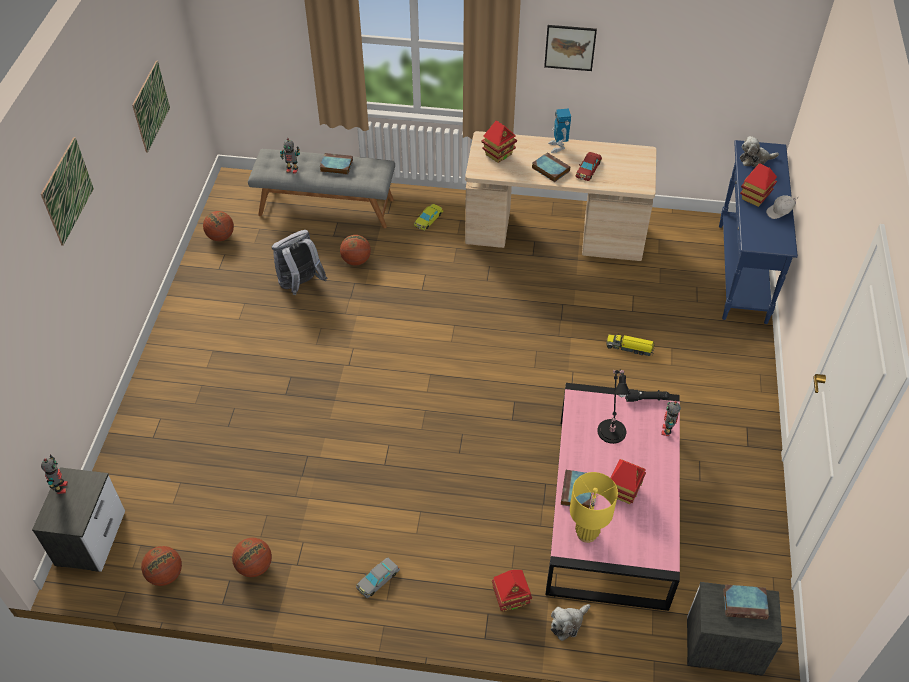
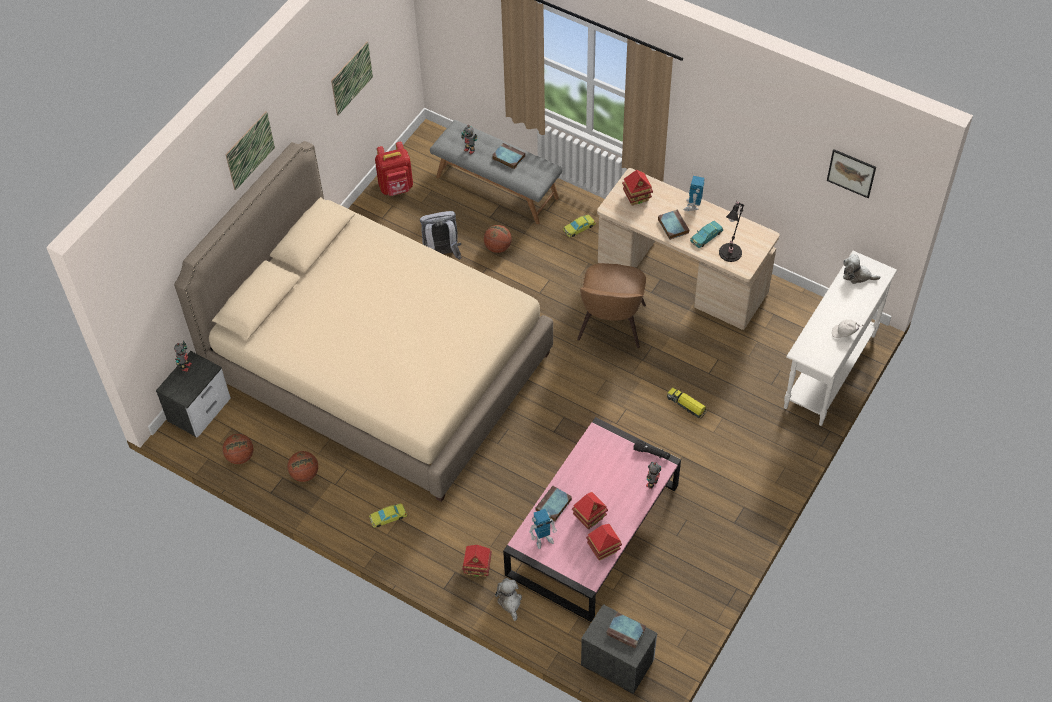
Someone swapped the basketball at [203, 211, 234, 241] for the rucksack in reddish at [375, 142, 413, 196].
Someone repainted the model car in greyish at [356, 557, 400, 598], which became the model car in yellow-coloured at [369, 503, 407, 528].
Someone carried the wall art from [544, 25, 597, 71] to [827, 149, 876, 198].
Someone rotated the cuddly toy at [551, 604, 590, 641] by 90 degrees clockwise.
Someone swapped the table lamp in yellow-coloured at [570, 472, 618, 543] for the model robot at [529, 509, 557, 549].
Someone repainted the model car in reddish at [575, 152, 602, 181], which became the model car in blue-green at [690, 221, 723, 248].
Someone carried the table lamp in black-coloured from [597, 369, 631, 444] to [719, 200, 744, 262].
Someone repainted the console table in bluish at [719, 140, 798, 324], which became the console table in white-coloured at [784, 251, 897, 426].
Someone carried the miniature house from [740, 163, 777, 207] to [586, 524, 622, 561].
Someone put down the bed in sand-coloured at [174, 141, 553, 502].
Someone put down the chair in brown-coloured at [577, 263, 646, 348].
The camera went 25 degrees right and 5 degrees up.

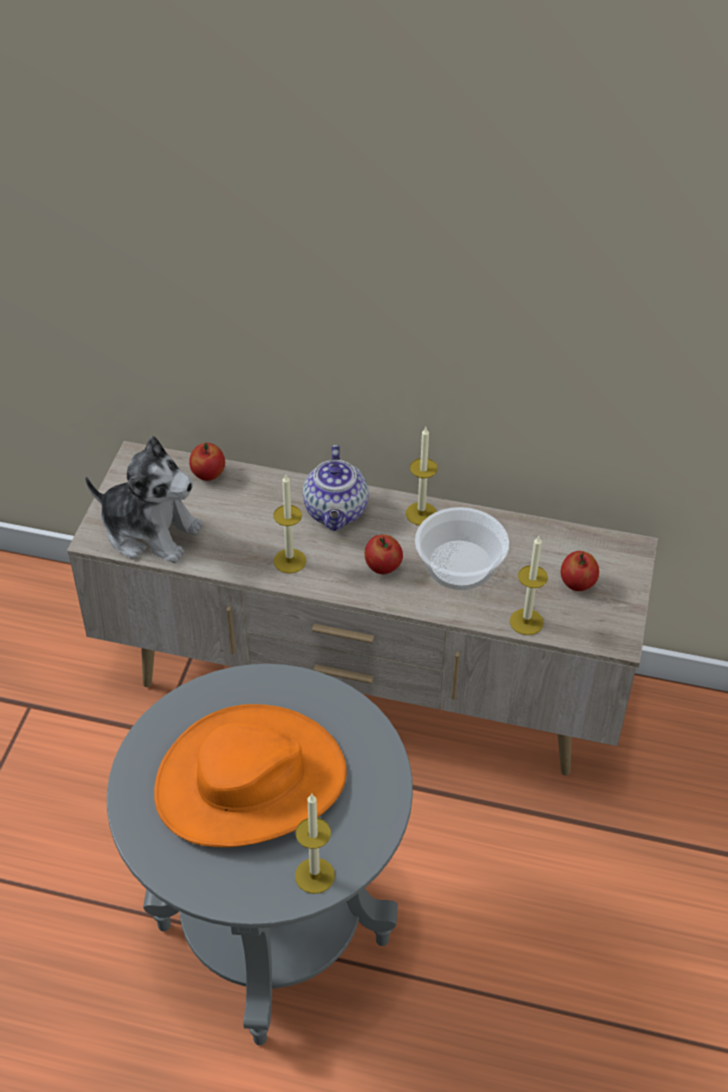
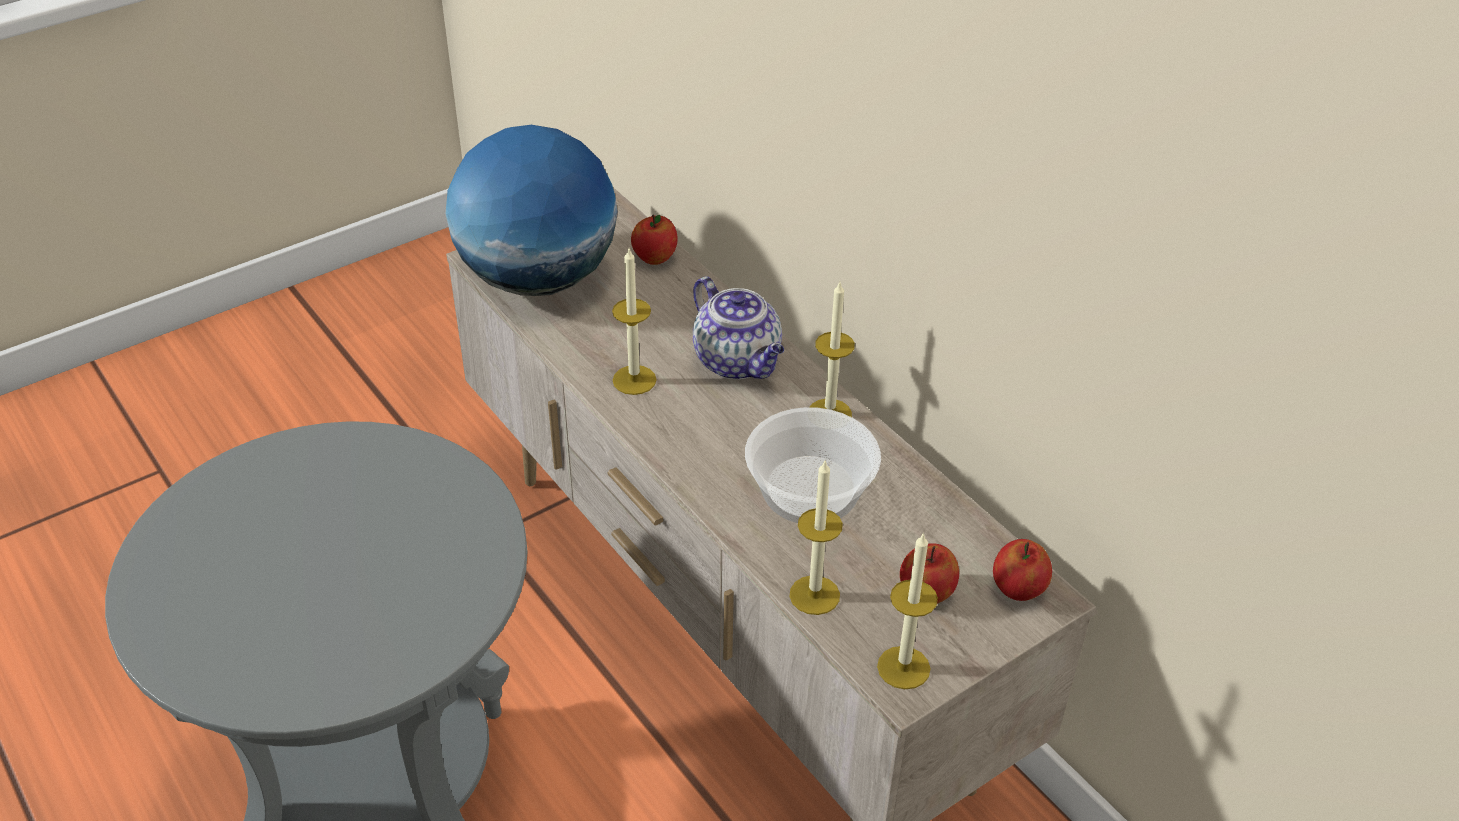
Someone swapped the cuddly toy at [85, 436, 203, 563] for the desk globe at [445, 125, 618, 296].
Someone took away the wearable hat in orange-coloured at [154, 704, 347, 847].
Someone carried the wax candle from [295, 794, 335, 894] to [877, 532, 938, 689].
Someone rotated the tea pot at [303, 445, 369, 531] by 75 degrees counterclockwise.
Someone carried the whole apple from [365, 535, 403, 574] to [993, 539, 1052, 601].
The camera went 40 degrees right and 5 degrees down.

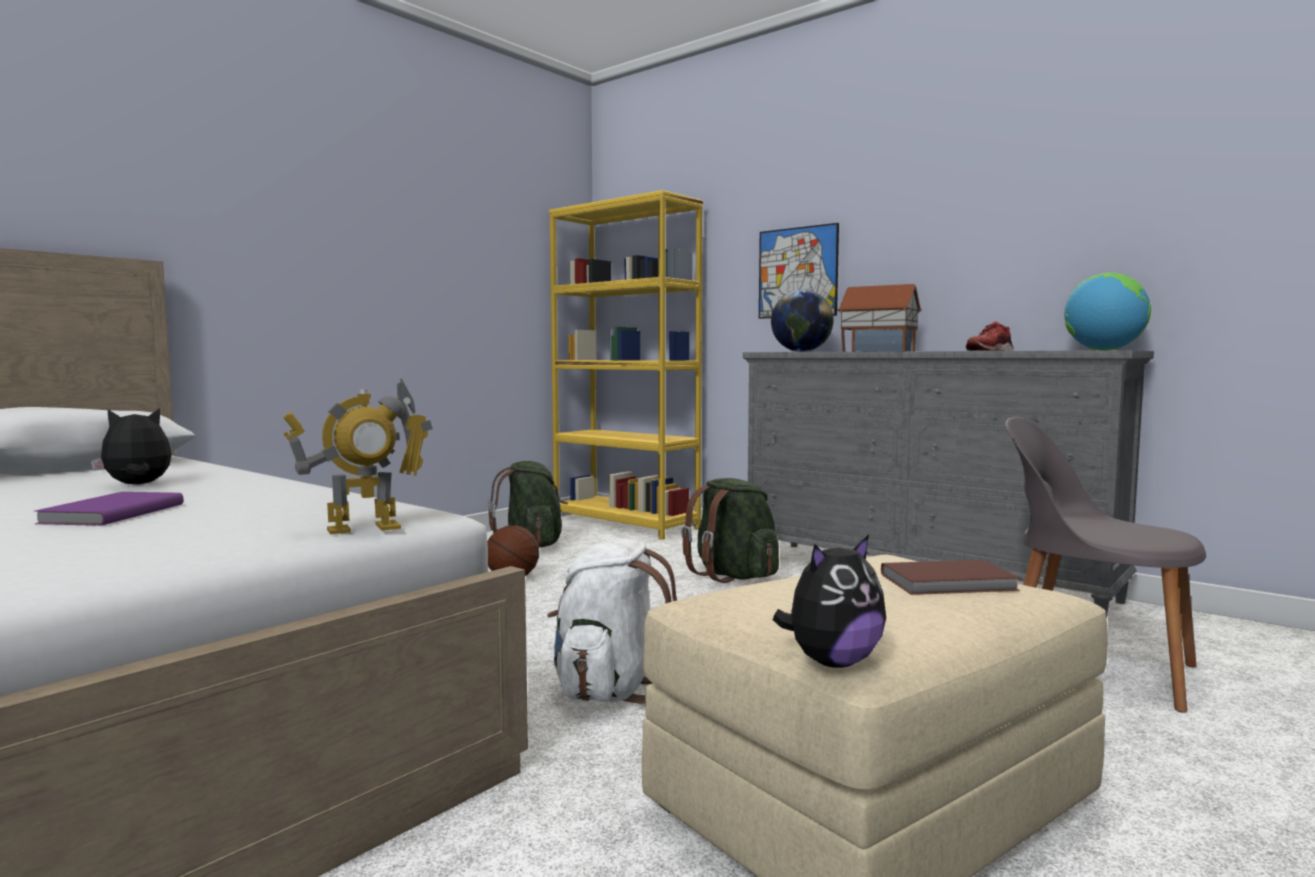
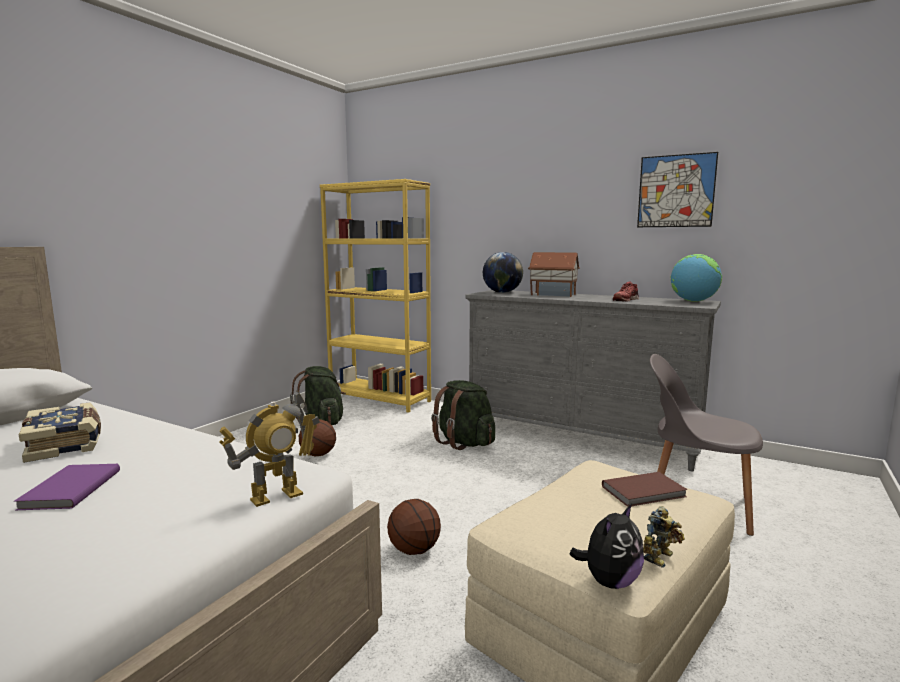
Someone swapped the cuddly toy at [91, 408, 172, 485] for the volume at [19, 402, 101, 463].
Someone swapped the rucksack in white-coloured at [547, 539, 677, 704] for the basketball at [387, 499, 441, 555].
Someone carried the wall art from [759, 223, 839, 319] to [637, 152, 718, 227].
Someone put down the model robot at [643, 506, 685, 568].
The camera went 10 degrees left and 5 degrees up.

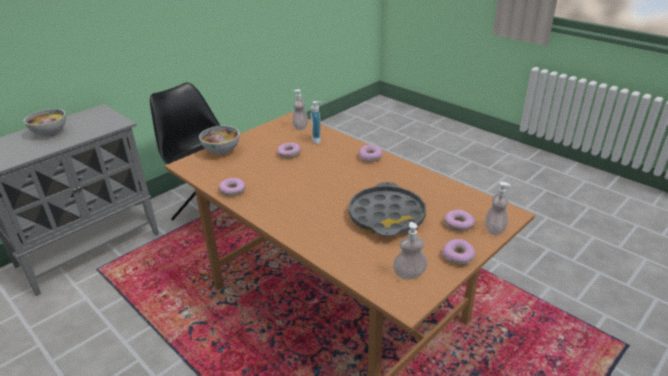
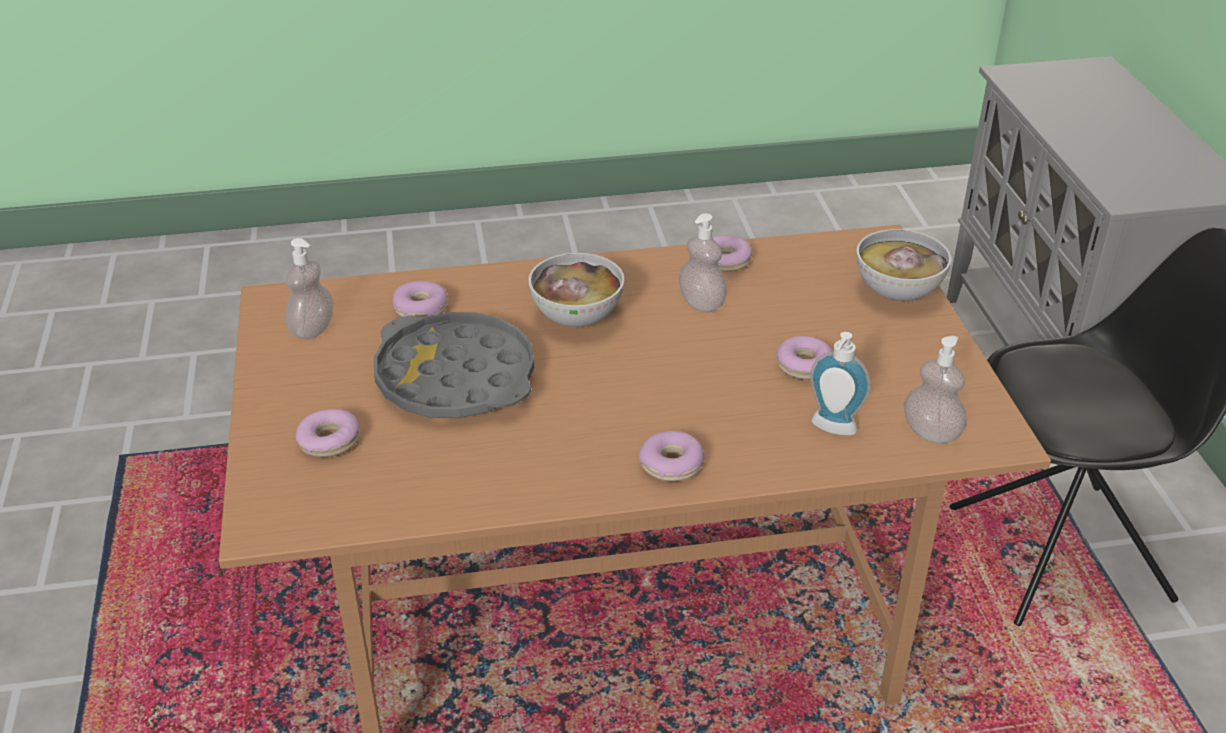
Someone carried the serving bowl from [24, 109, 66, 136] to [529, 253, 624, 327].
Someone carried the ring doughnut from [442, 239, 476, 265] to [393, 281, 449, 317].
Someone carried the liquid soap bottle from [485, 182, 511, 235] to [678, 213, 727, 312].
The camera went 125 degrees right and 5 degrees up.

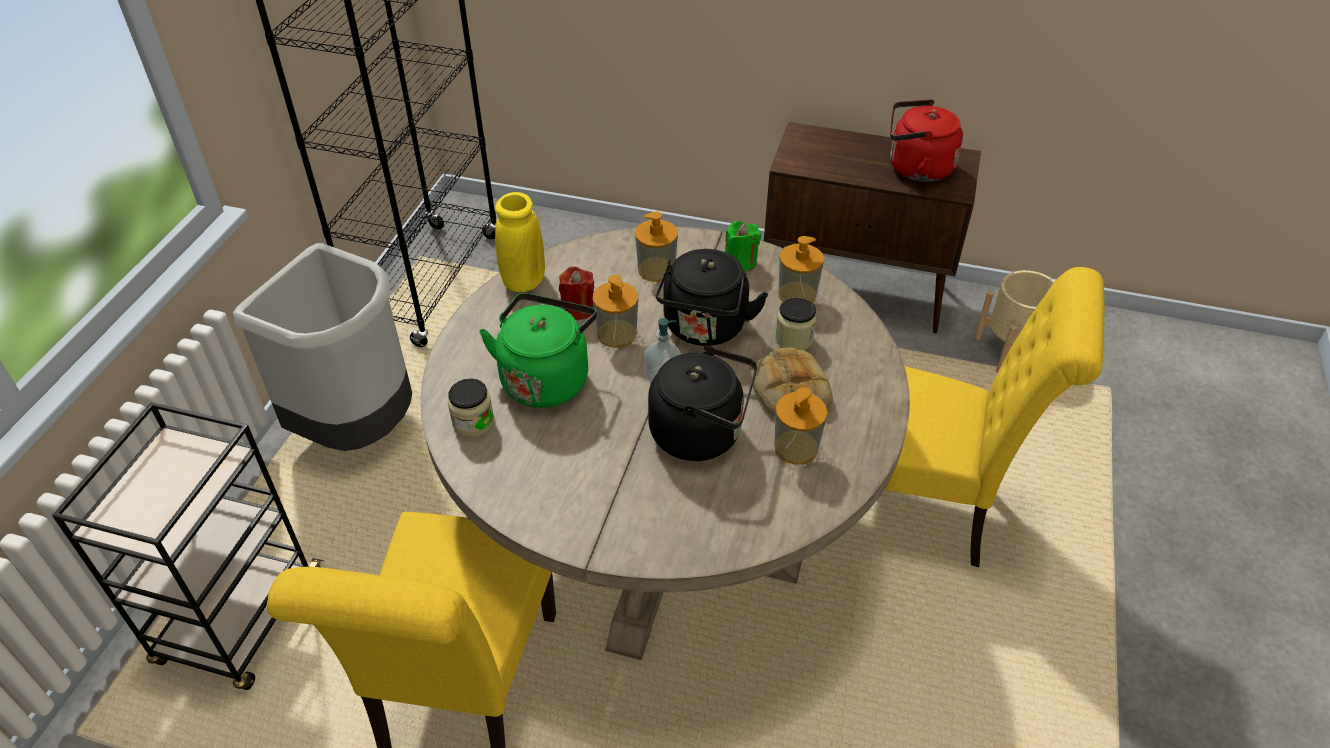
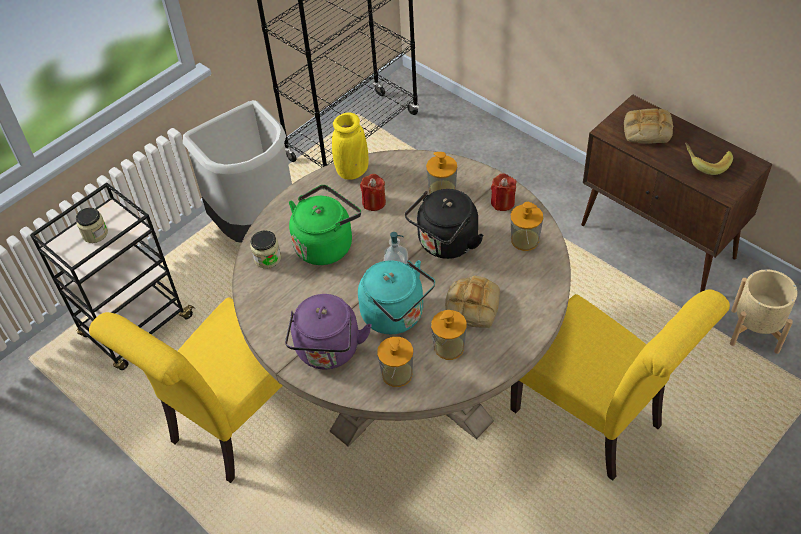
Someone carried the liquid soap bottle from [593, 275, 638, 348] to [377, 337, 413, 387].
Someone repainted the tea kettle in black-coloured at [648, 345, 757, 461], which became the tea kettle in blue-green at [358, 260, 435, 334].
Someone repainted the wax candle in green at [725, 221, 761, 272], which became the wax candle in reddish at [491, 173, 516, 211].
Someone carried the preserve jar from [775, 298, 817, 350] to [76, 207, 108, 243].
Someone swapped the tea kettle in reddish at [890, 99, 963, 182] for the banana fruit at [685, 143, 733, 175].
Someone put down the tea kettle in purple at [285, 294, 372, 369].
Someone put down the baked bread at [624, 108, 673, 144].
The camera went 30 degrees right and 5 degrees up.

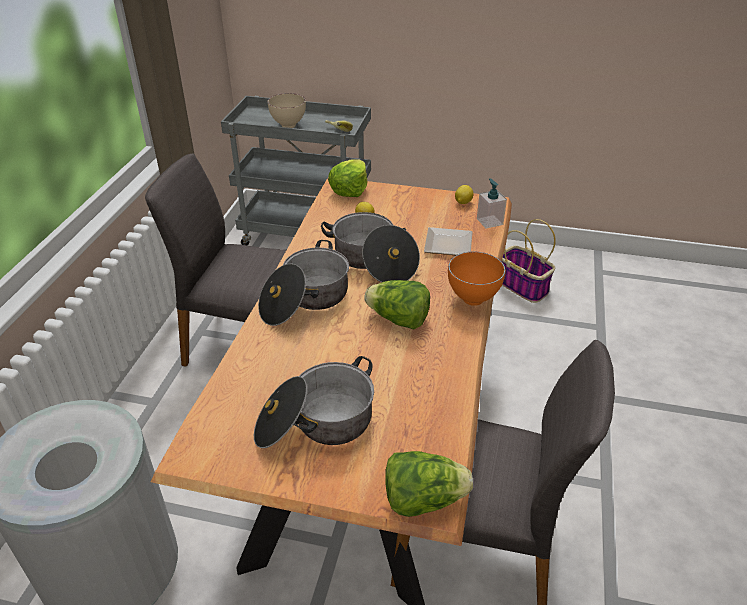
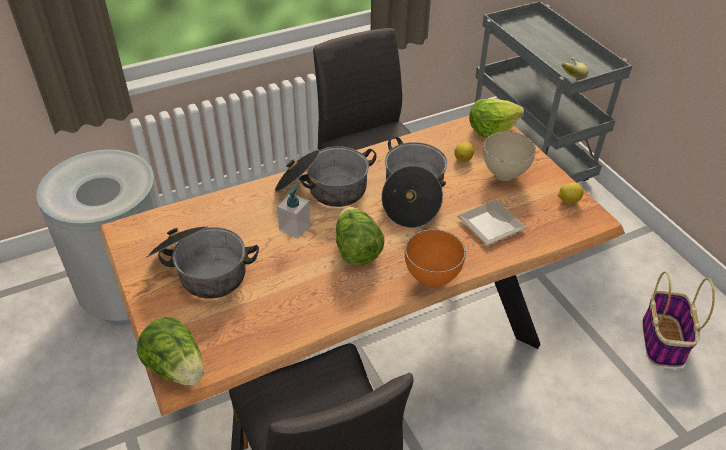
Someone carried the serving bowl in sand-coloured from [268, 93, 306, 128] to [483, 131, 536, 181].
Someone carried the liquid soap bottle from [477, 178, 507, 229] to [277, 183, 311, 239].
The camera went 50 degrees right and 5 degrees up.

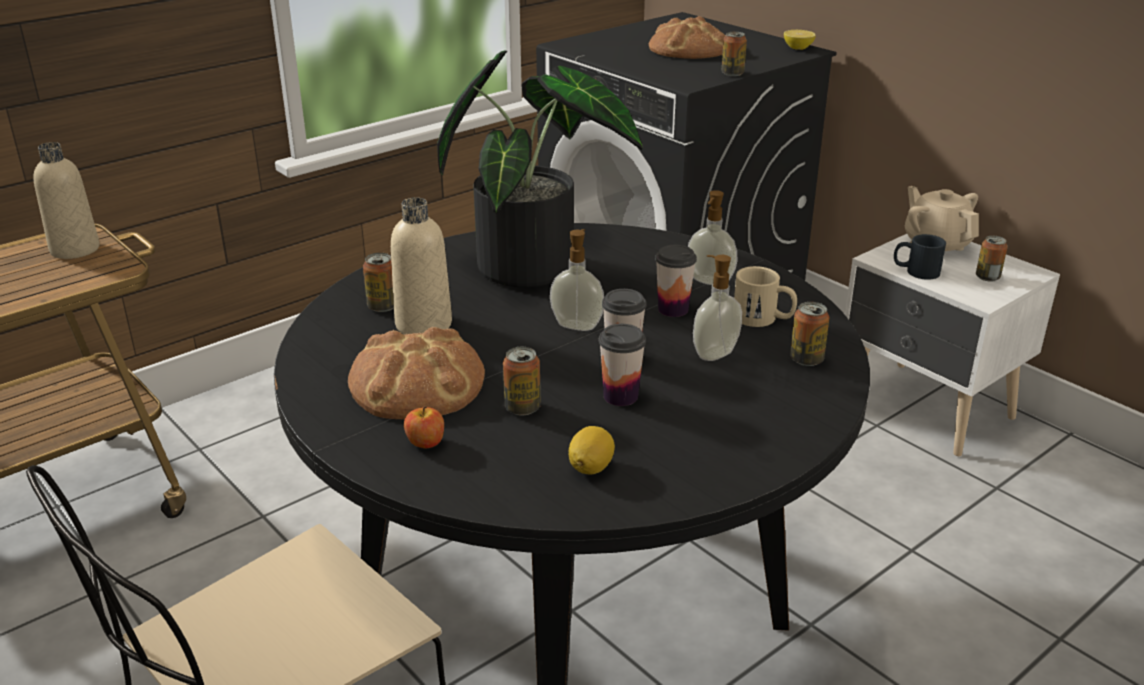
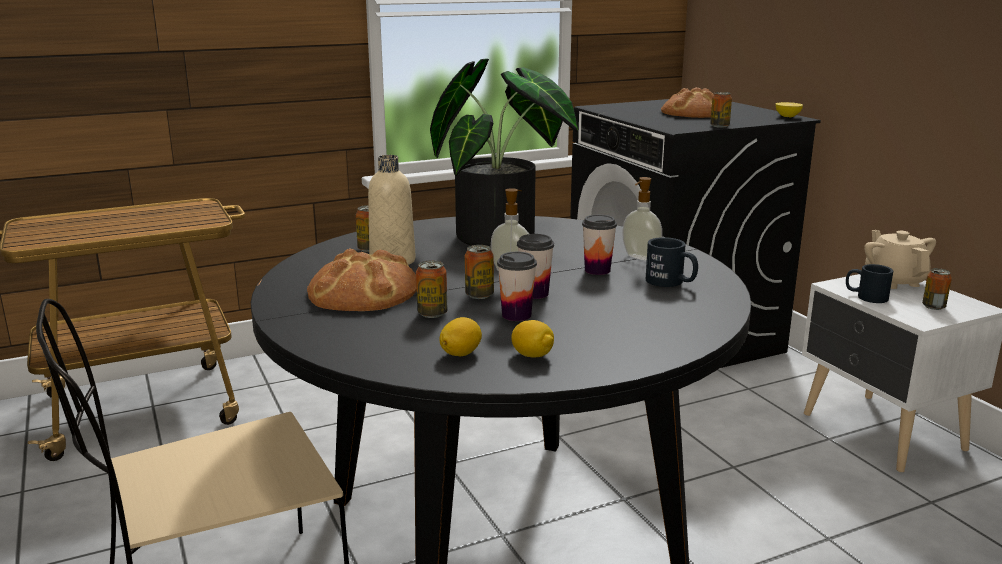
Someone took away the drink bottle in sand-coloured at [33, 142, 99, 259].
Someone took away the whole apple at [404, 406, 444, 448].
Someone took away the liquid soap bottle at [693, 255, 742, 361].
Someone repainted the mug in sand-coloured at [734, 266, 797, 327], which became the mug in black-coloured at [646, 237, 698, 287].
Someone carried the sealed can from [790, 302, 829, 366] to [465, 245, 494, 299].
Someone put down the whole lemon at [511, 320, 554, 358].
The camera went 15 degrees right and 10 degrees down.

